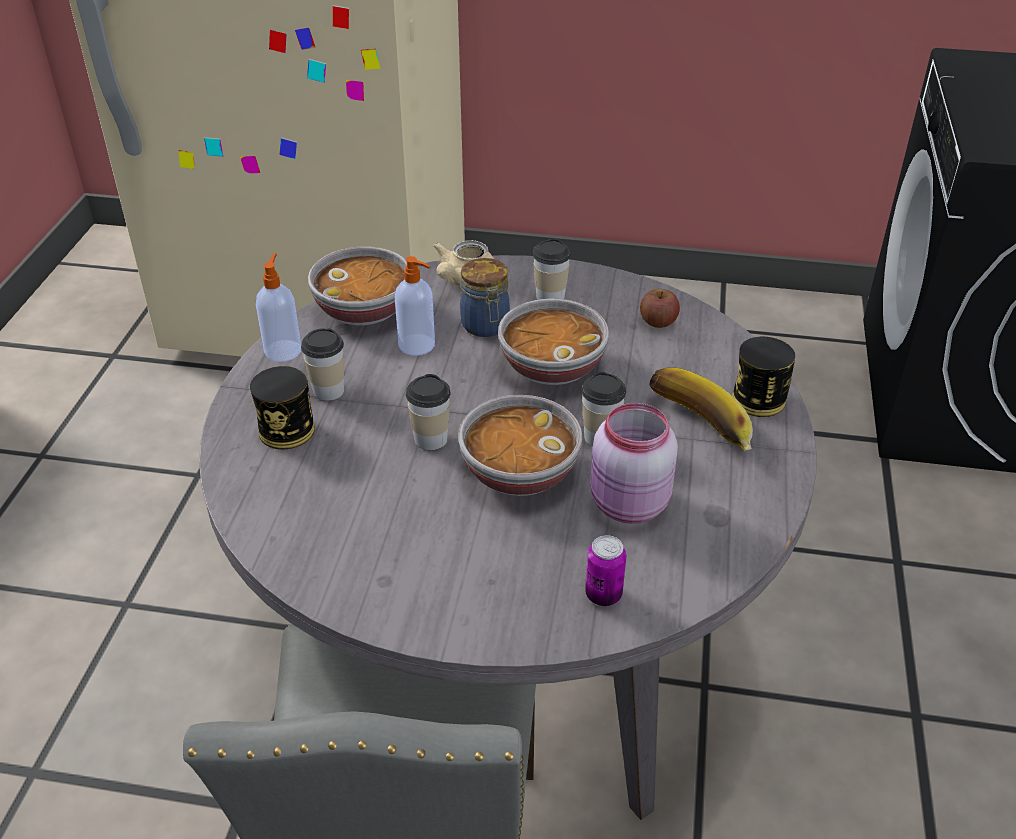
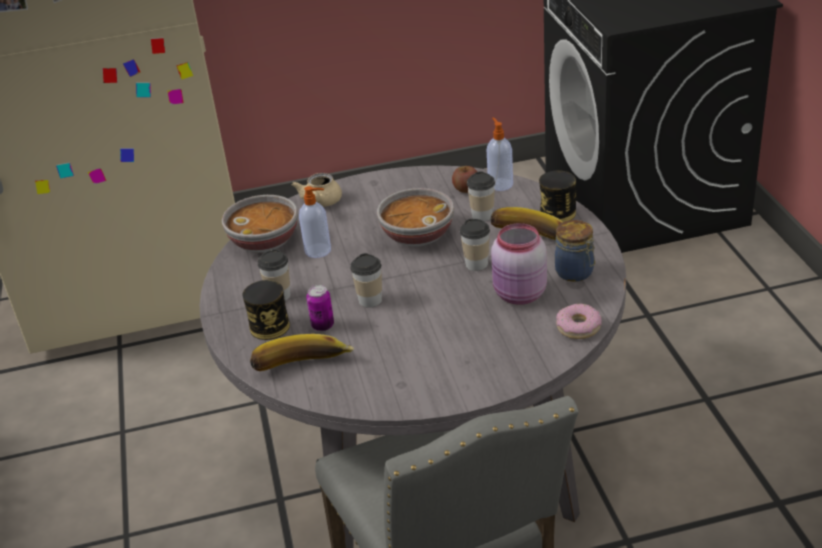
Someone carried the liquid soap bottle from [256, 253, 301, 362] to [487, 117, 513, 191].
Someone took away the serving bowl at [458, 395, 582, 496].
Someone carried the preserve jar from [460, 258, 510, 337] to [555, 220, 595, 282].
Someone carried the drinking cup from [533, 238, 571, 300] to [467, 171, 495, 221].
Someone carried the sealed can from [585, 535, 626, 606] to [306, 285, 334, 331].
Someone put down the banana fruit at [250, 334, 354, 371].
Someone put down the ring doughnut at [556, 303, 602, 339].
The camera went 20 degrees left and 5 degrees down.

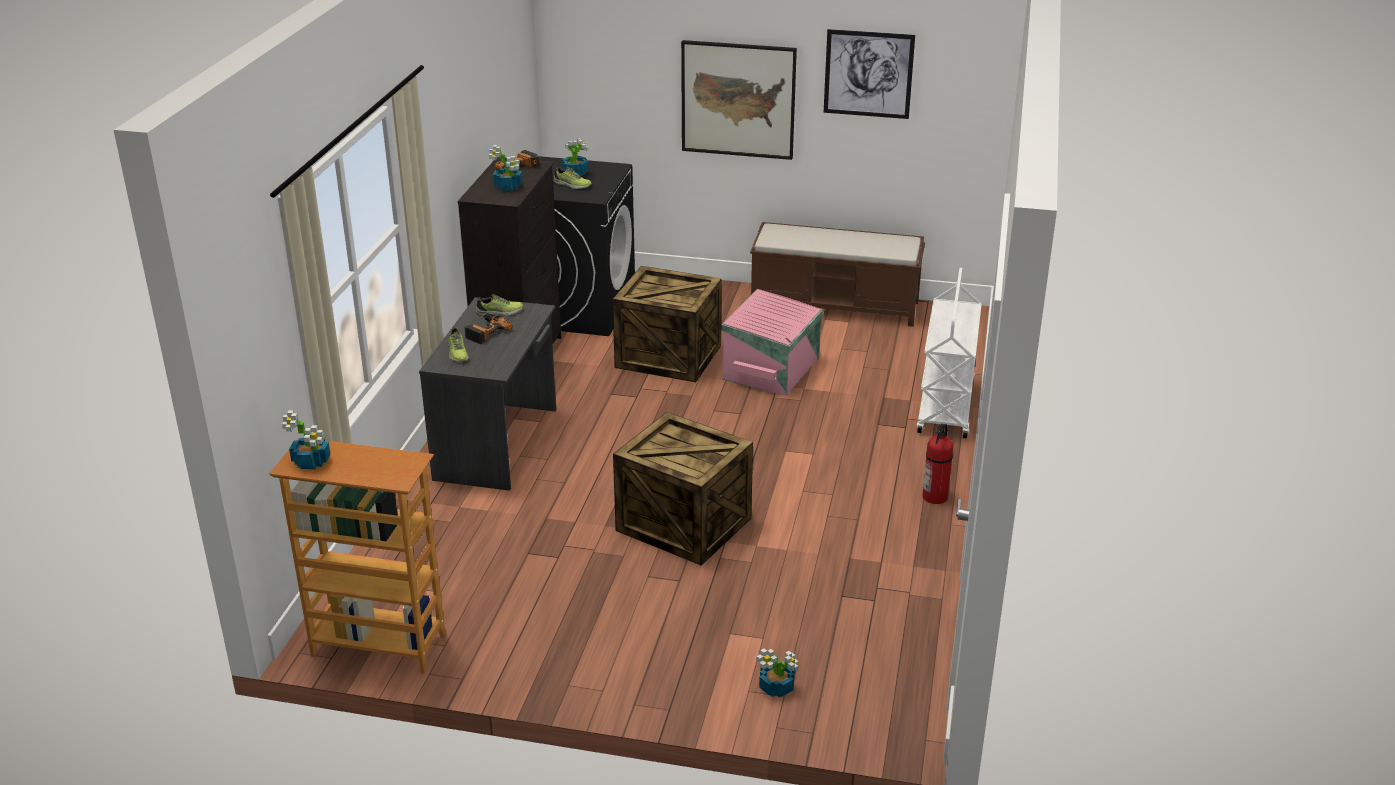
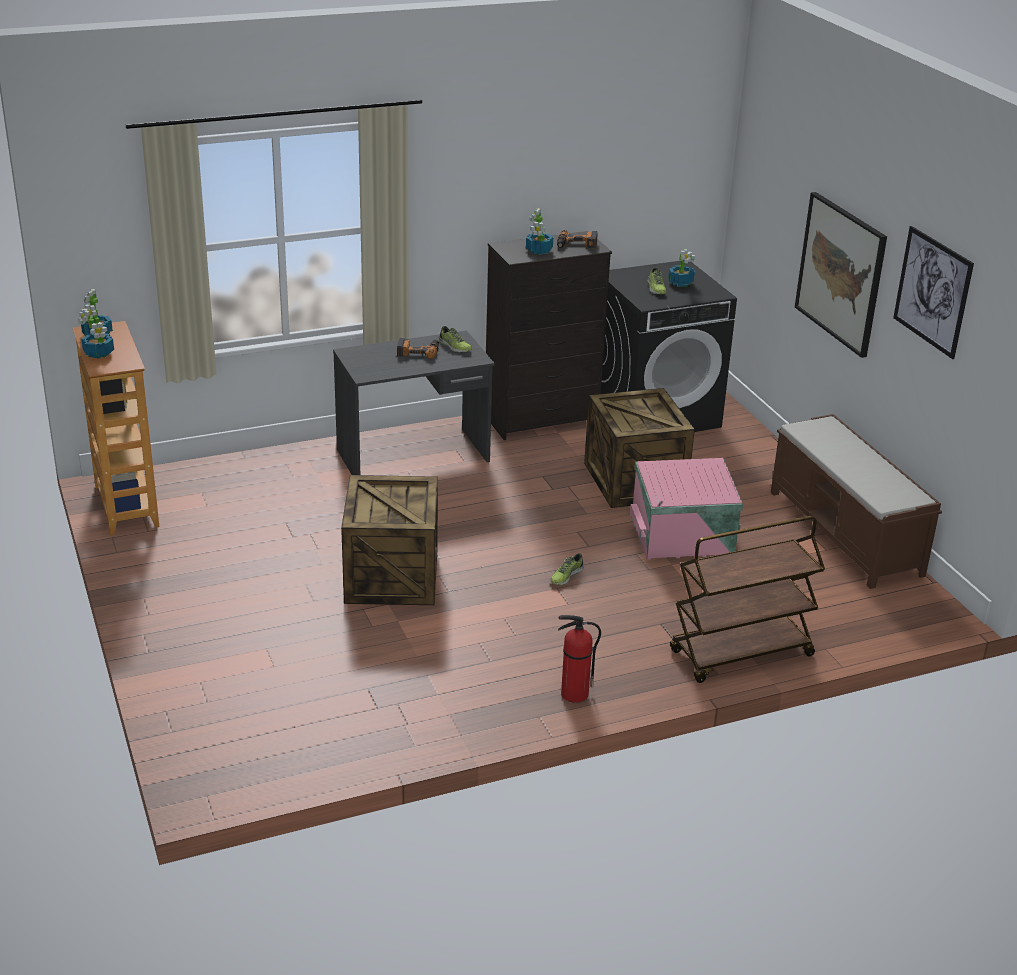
Someone carried the item of footwear from [448, 328, 469, 362] to [551, 553, 584, 585].
Someone carried the potted plant from [756, 648, 799, 697] to [78, 308, 114, 358].
Someone repainted the wheeled cart in white-coloured at [917, 268, 982, 438], which became the wheeled cart in brown-coloured at [670, 516, 825, 683].
The camera went 55 degrees right and 0 degrees up.

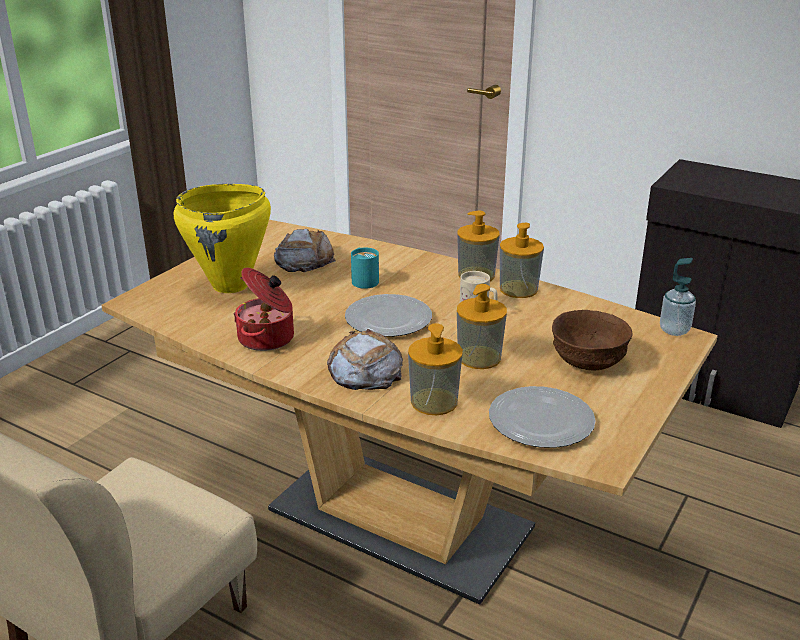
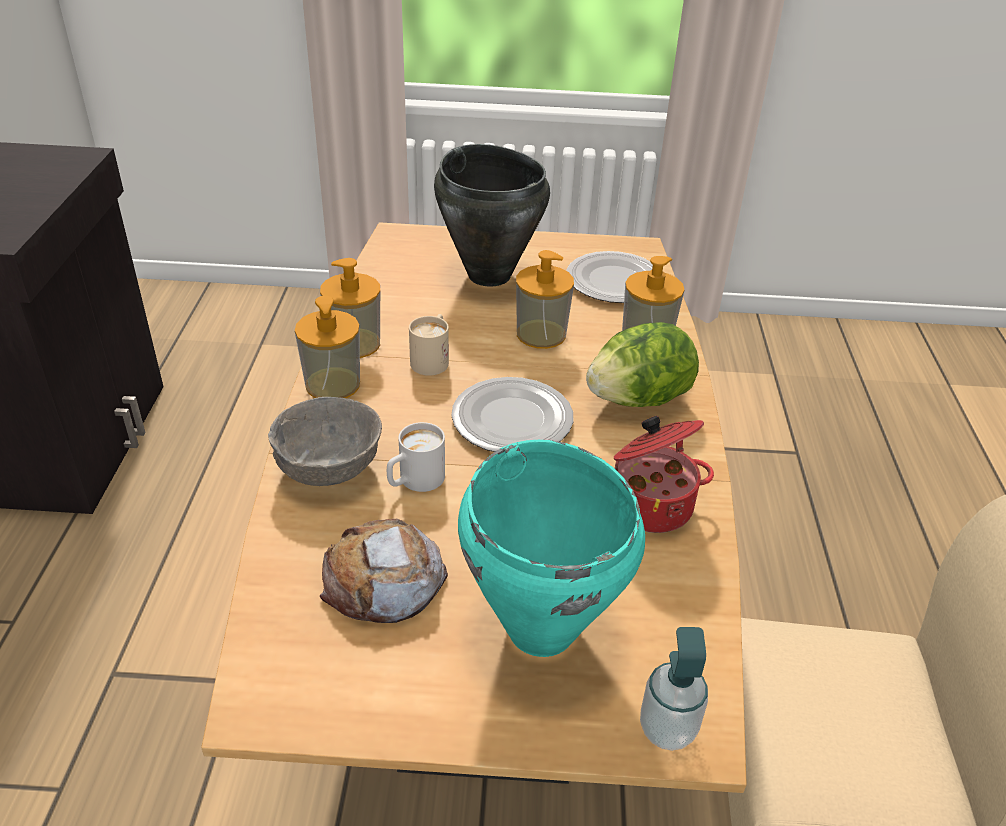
Someone repainted the saucepot in yellow-coloured at [174, 184, 271, 293], which became the saucepot in blue-green at [458, 440, 645, 657].
Someone swapped the baked bread at [327, 329, 403, 390] for the lettuce at [586, 322, 699, 407].
Someone repainted the mug in blue-green at [351, 248, 379, 289], which became the mug in white-coloured at [387, 422, 445, 492].
Someone swapped the serving bowl in brown-coloured at [552, 310, 632, 370] for the saucepot in black-coloured at [434, 144, 550, 286].
Someone carried the liquid soap bottle from [660, 258, 696, 336] to [640, 627, 708, 751].
Someone put down the serving bowl in greyish at [268, 397, 382, 486].
The camera went 120 degrees left and 10 degrees up.

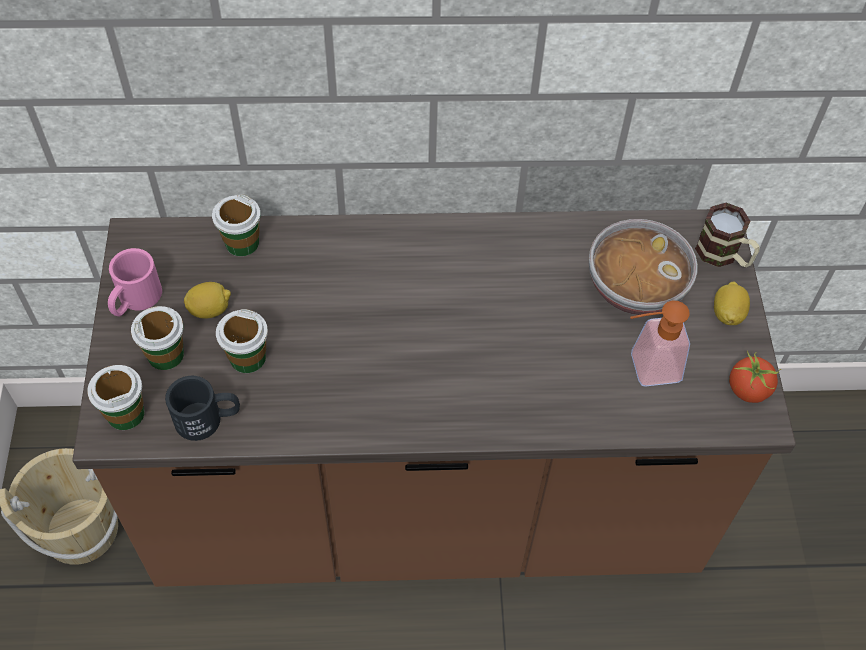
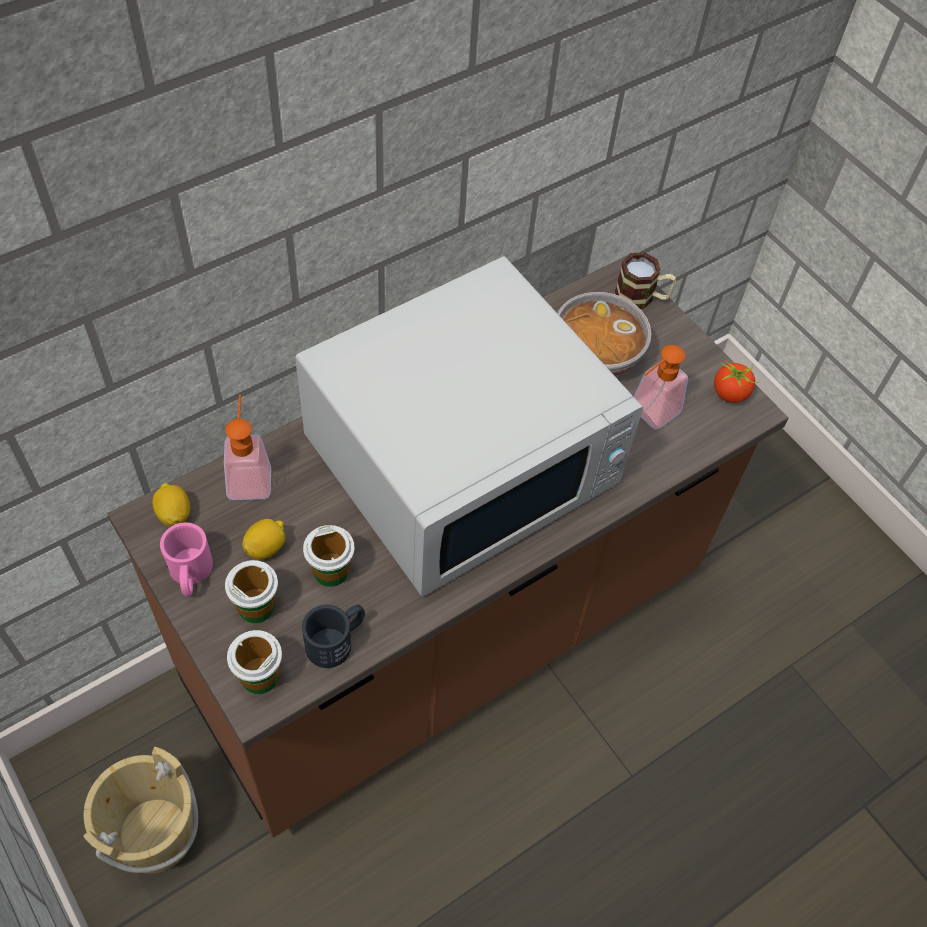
Someone swapped the drinking cup at [212, 194, 261, 256] for the liquid soap bottle at [224, 394, 271, 500].
Someone carried the whole lemon from [714, 281, 750, 325] to [152, 483, 190, 526].
Someone put down the kitchen microwave in white-coloured at [295, 256, 643, 597].
The camera went 35 degrees left and 0 degrees up.

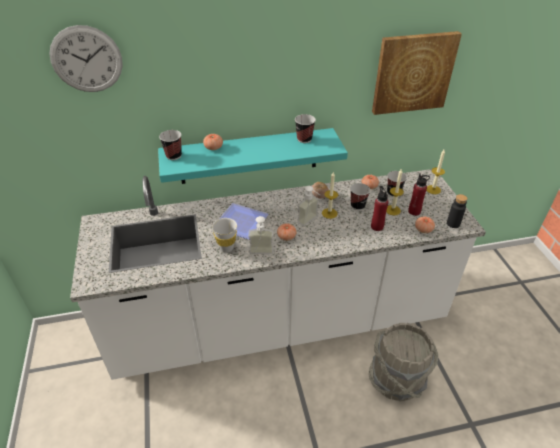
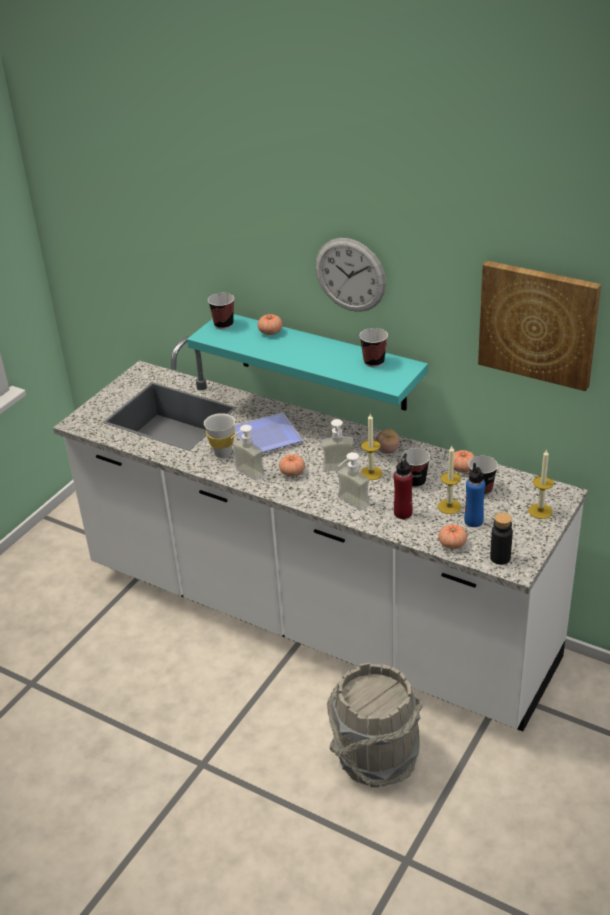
Someone carried the hanging clock from [49, 25, 123, 92] to [315, 238, 386, 312].
Someone repainted the drink bottle in reddish at [408, 173, 430, 216], which became the drink bottle in bluish at [464, 463, 485, 527].
Someone put down the liquid soap bottle at [337, 452, 370, 510].
The camera went 45 degrees right and 5 degrees down.

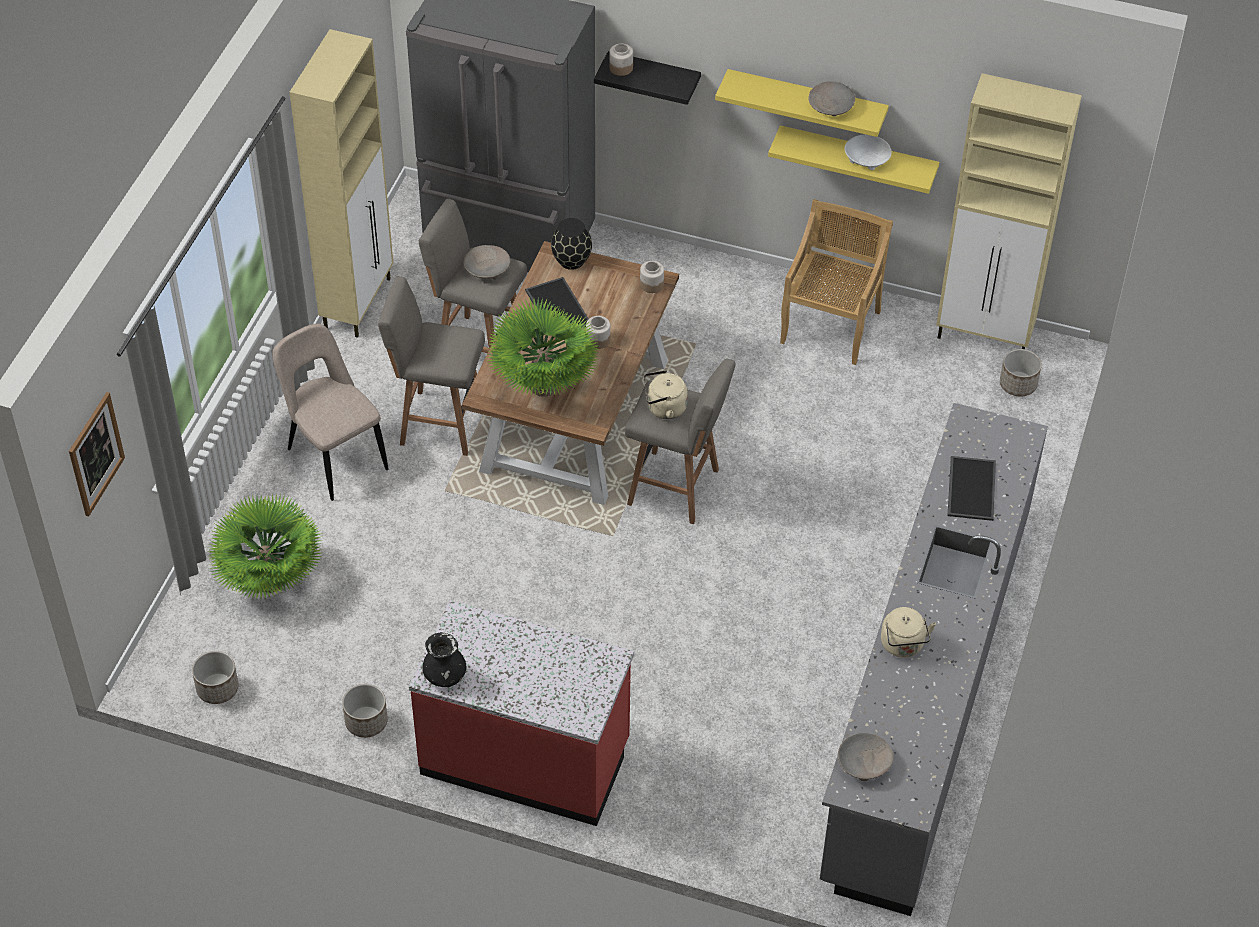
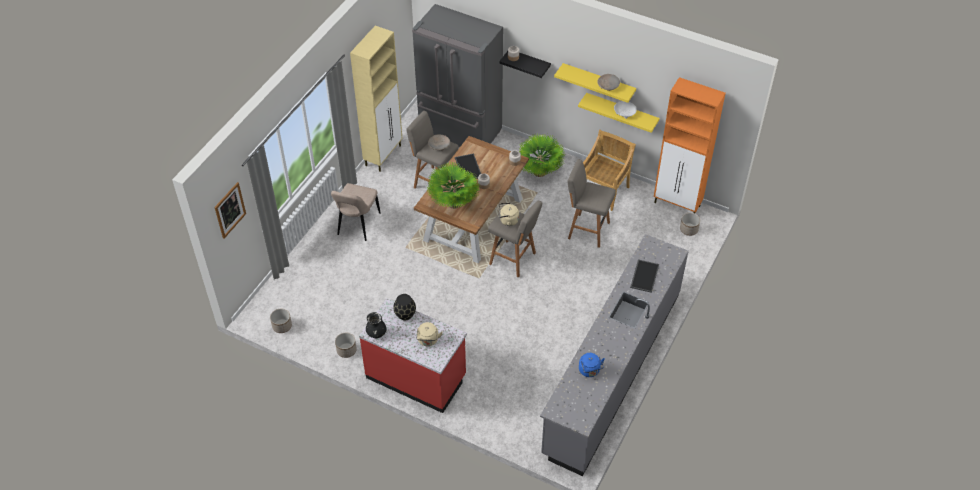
Someone carried the potted plant from [207, 493, 323, 600] to [519, 133, 565, 177].
Someone rotated the chair in sand-coloured at [272, 324, 389, 501] by 135 degrees counterclockwise.
Someone carried the sitting stool in greyish from [378, 276, 485, 456] to [567, 159, 616, 248].
Someone carried the decorative vase in black-coloured from [551, 218, 592, 270] to [393, 294, 416, 320].
Someone took away the serving bowl in sand-coloured at [838, 733, 893, 781].
Someone carried the tea kettle in sand-coloured from [881, 607, 936, 658] to [416, 322, 443, 346].
Someone repainted the cabinet in sand-coloured at [936, 73, 1082, 349], which became the cabinet in orange-coloured at [654, 77, 726, 213].
Someone put down the tea kettle in bluish at [579, 353, 605, 377].
The camera went 10 degrees right and 0 degrees up.

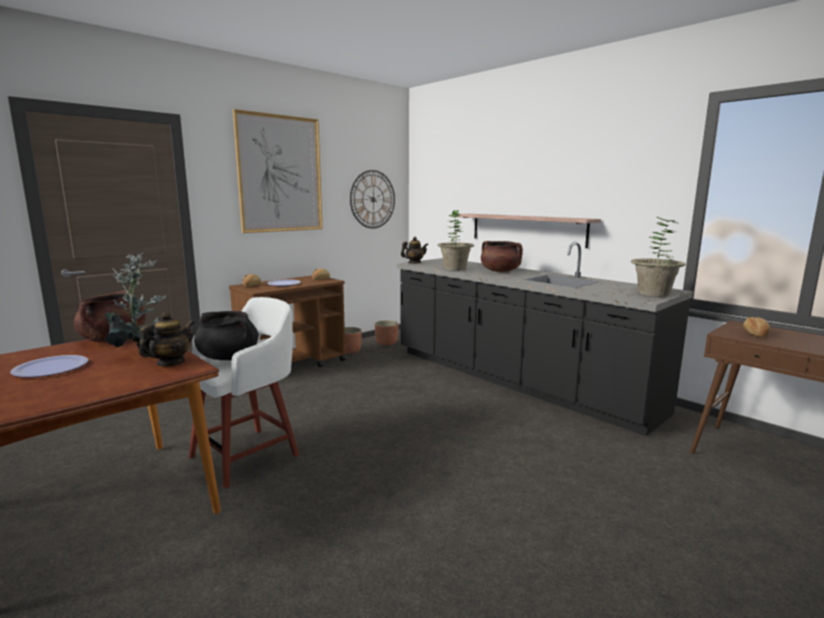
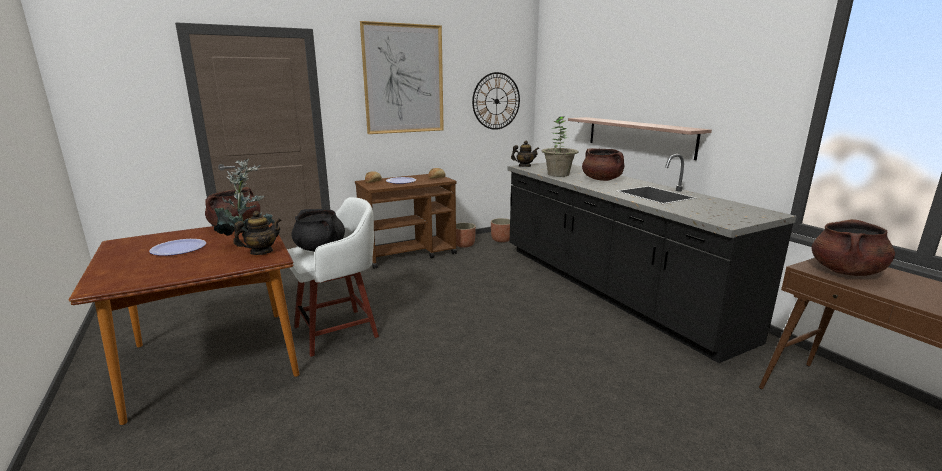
Someone took away the potted plant at [631, 217, 686, 297].
Someone swapped the baked bread at [743, 317, 770, 337] for the saucepot in brown-coloured at [811, 219, 895, 276].
The camera went 15 degrees right and 5 degrees up.

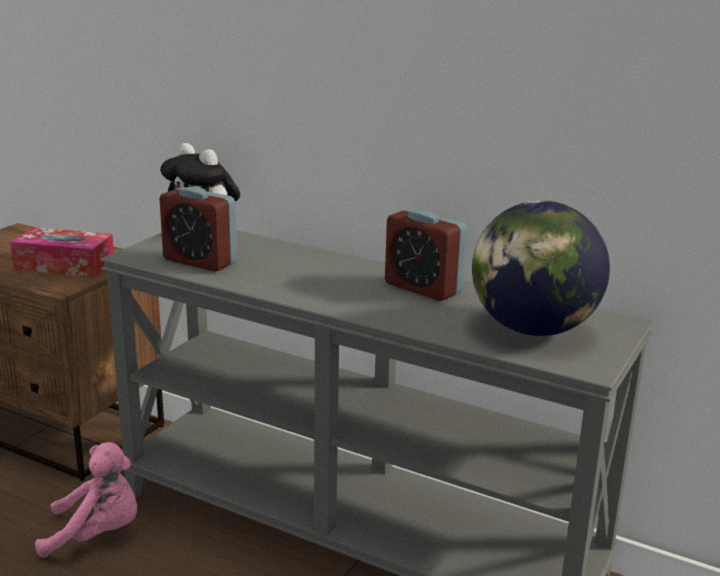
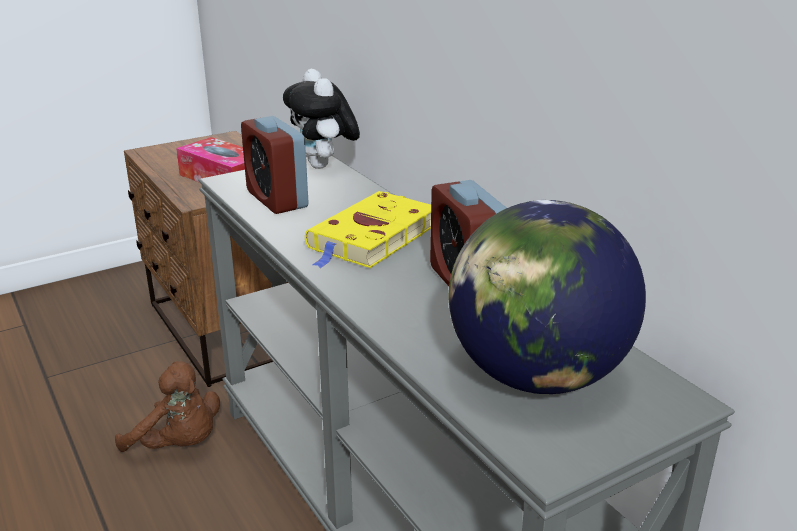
Someone repainted the cuddly toy in pinkish at [35, 442, 137, 558], which became the cuddly toy in brown-coloured at [115, 361, 220, 452].
Someone put down the volume in yellow-coloured at [305, 191, 431, 268].
The camera went 30 degrees right and 5 degrees up.

